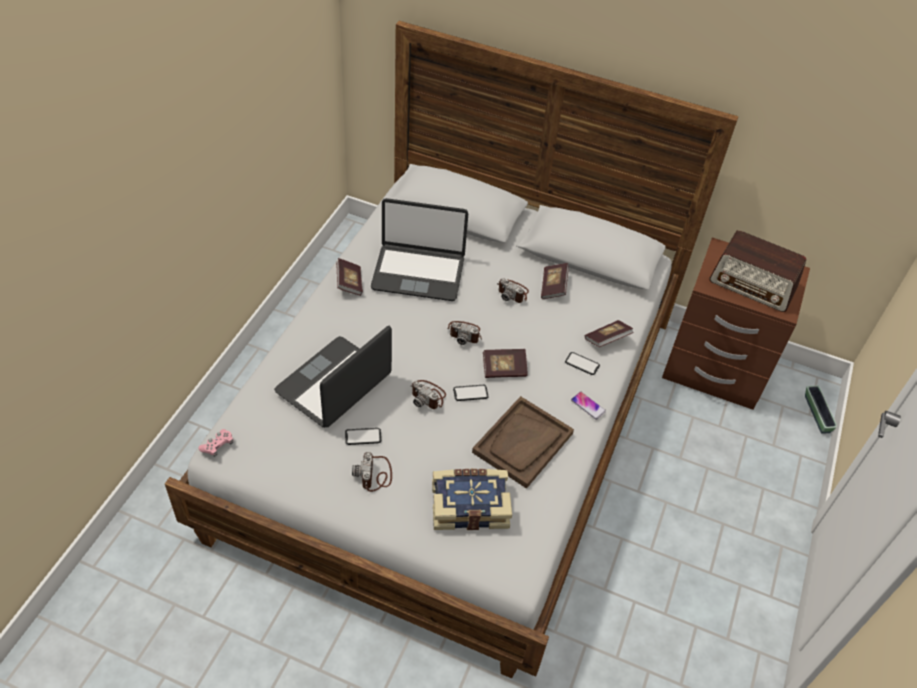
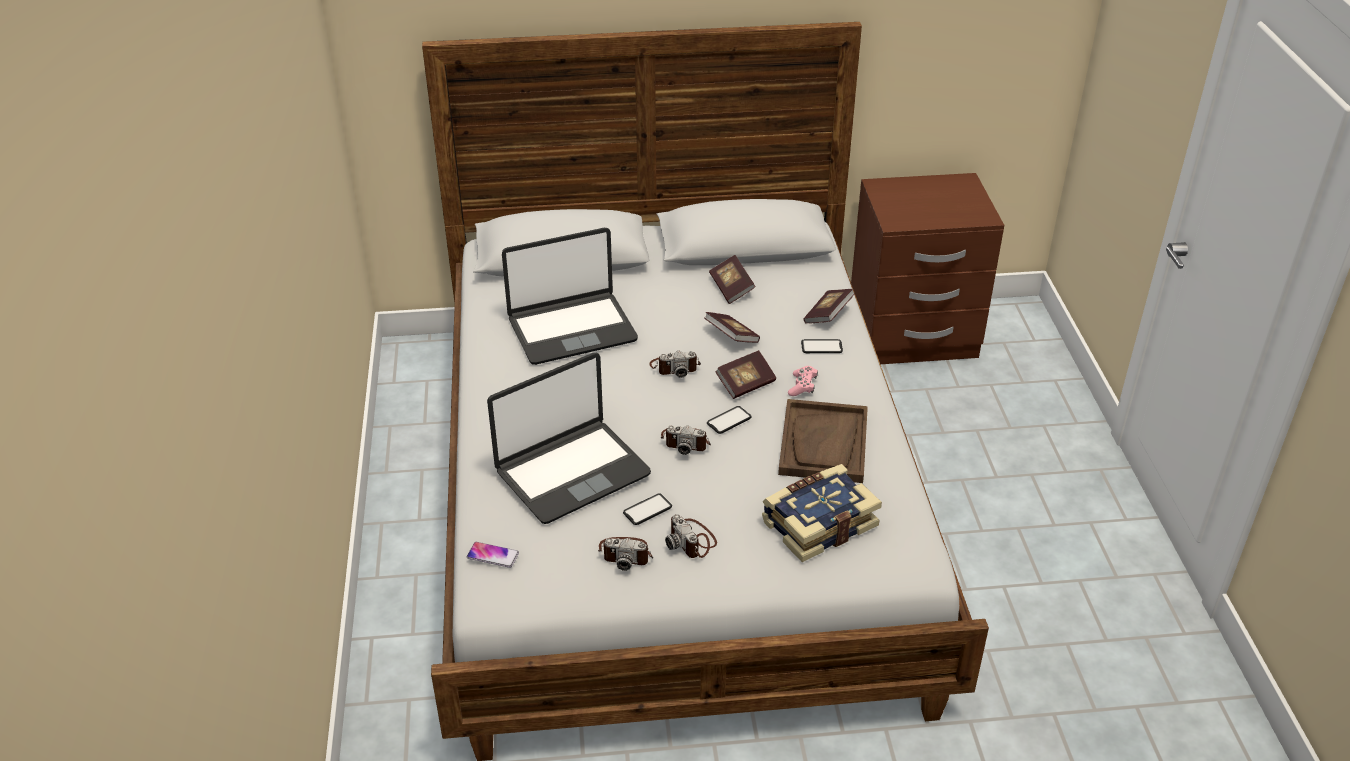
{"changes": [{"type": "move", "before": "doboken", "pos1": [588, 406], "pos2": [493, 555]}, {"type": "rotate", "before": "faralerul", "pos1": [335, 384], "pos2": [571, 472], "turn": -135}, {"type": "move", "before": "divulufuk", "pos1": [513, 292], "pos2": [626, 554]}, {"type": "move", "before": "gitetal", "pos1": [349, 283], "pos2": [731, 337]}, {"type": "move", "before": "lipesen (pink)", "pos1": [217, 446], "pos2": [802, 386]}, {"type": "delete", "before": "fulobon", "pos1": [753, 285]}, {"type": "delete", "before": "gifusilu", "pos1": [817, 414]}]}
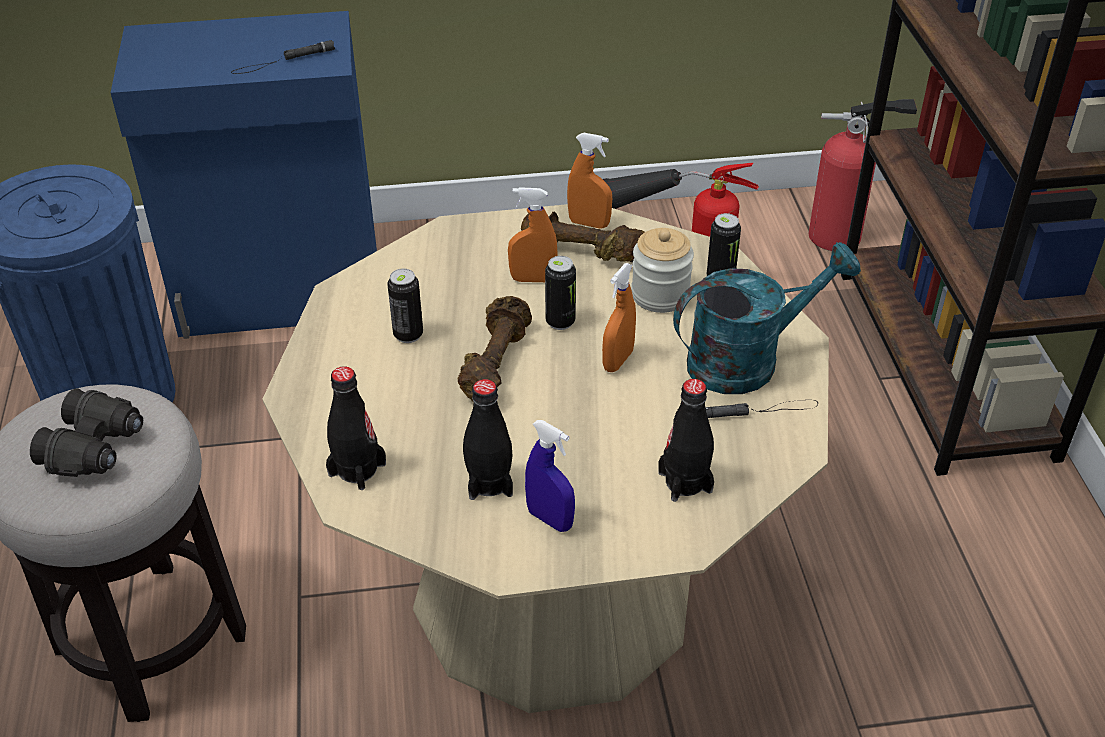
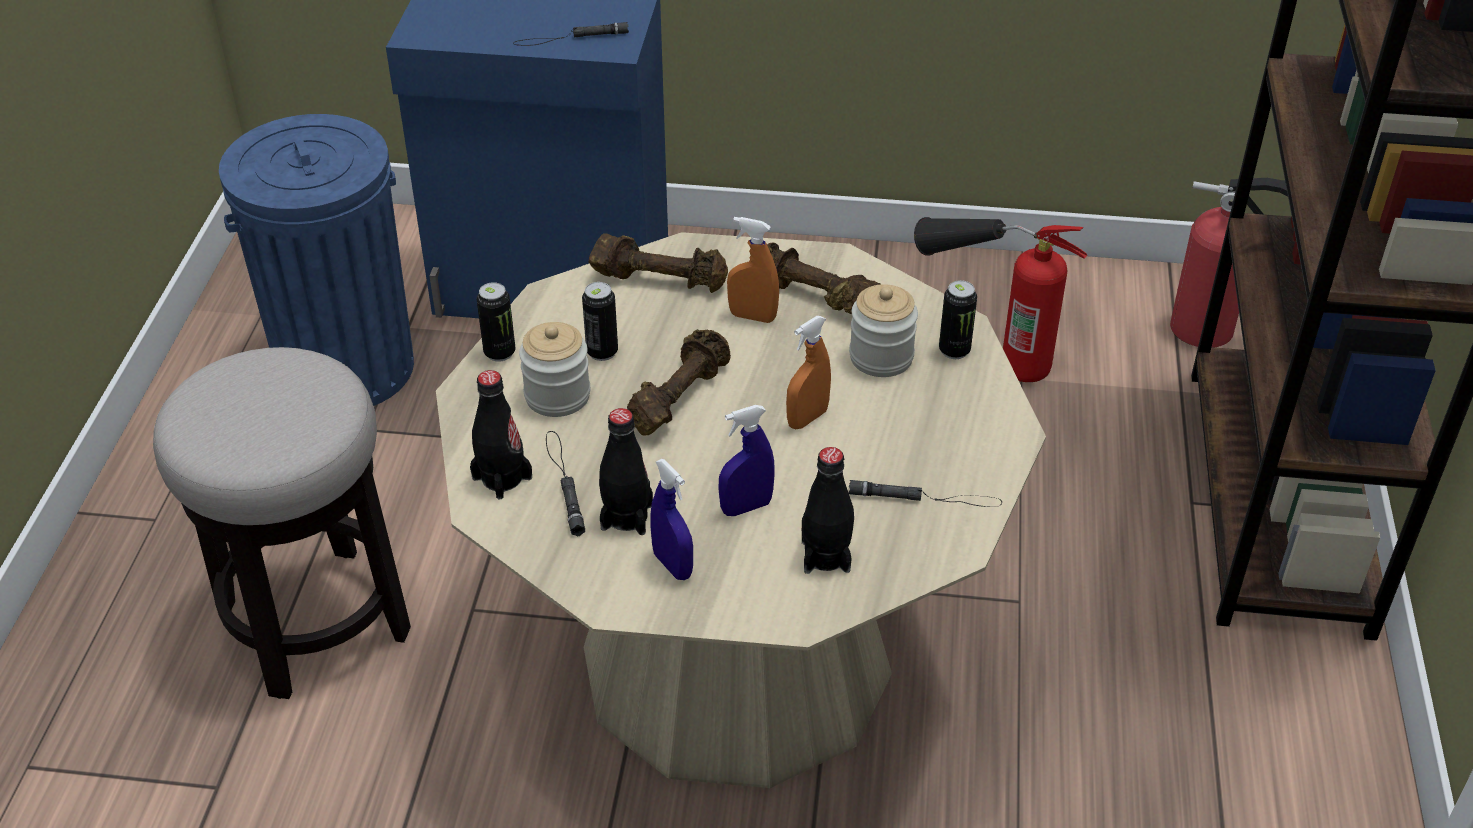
{"changes": [{"type": "move", "before": "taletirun", "pos1": [560, 322], "pos2": [499, 353]}, {"type": "insert", "after": "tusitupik", "pos2": [557, 396]}, {"type": "insert", "after": "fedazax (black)", "pos2": [564, 482]}, {"type": "insert", "after": "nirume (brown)", "pos2": [660, 279]}, {"type": "insert", "after": "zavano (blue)", "pos2": [746, 507]}, {"type": "delete", "before": "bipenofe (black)", "pos1": [95, 447]}, {"type": "delete", "before": "zavano (orange)", "pos1": [589, 223]}, {"type": "delete", "before": "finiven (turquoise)", "pos1": [747, 360]}]}
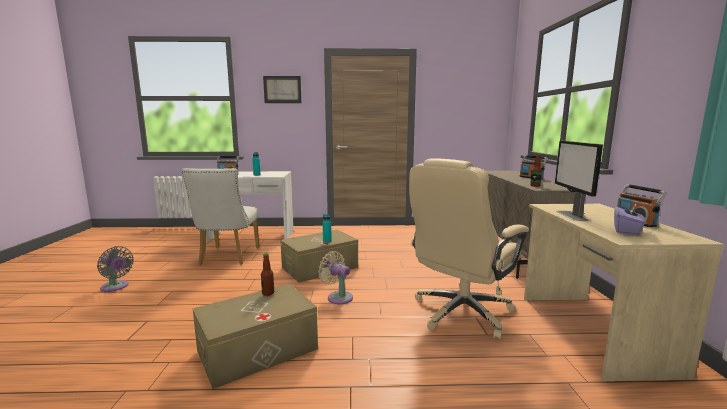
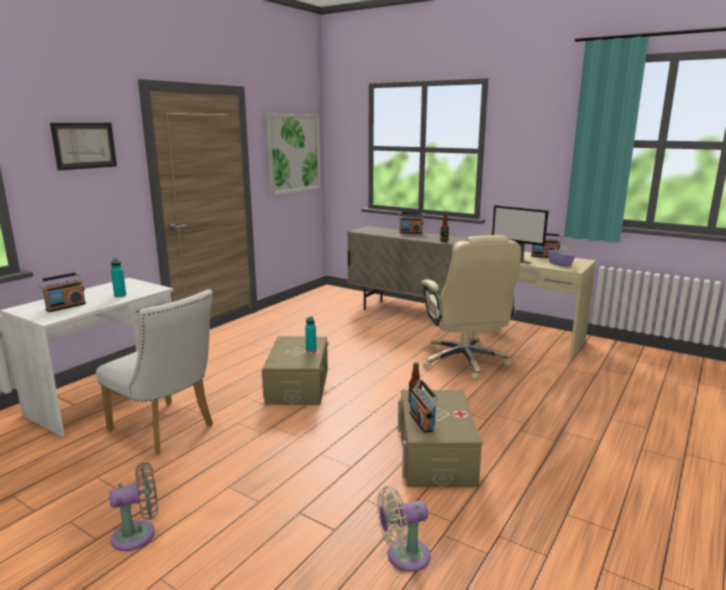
{"changes": [{"type": "insert", "after": "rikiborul", "pos2": [293, 153]}, {"type": "move", "before": "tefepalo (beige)", "pos1": [338, 297], "pos2": [403, 556]}, {"type": "insert", "after": "fulobon", "pos2": [421, 421]}]}
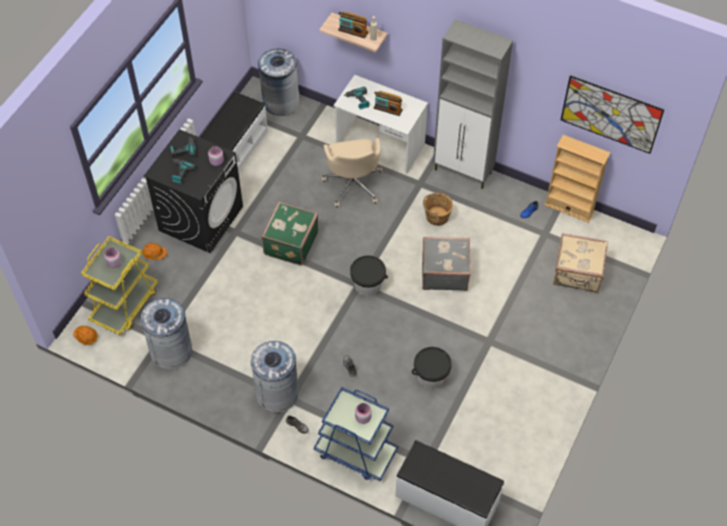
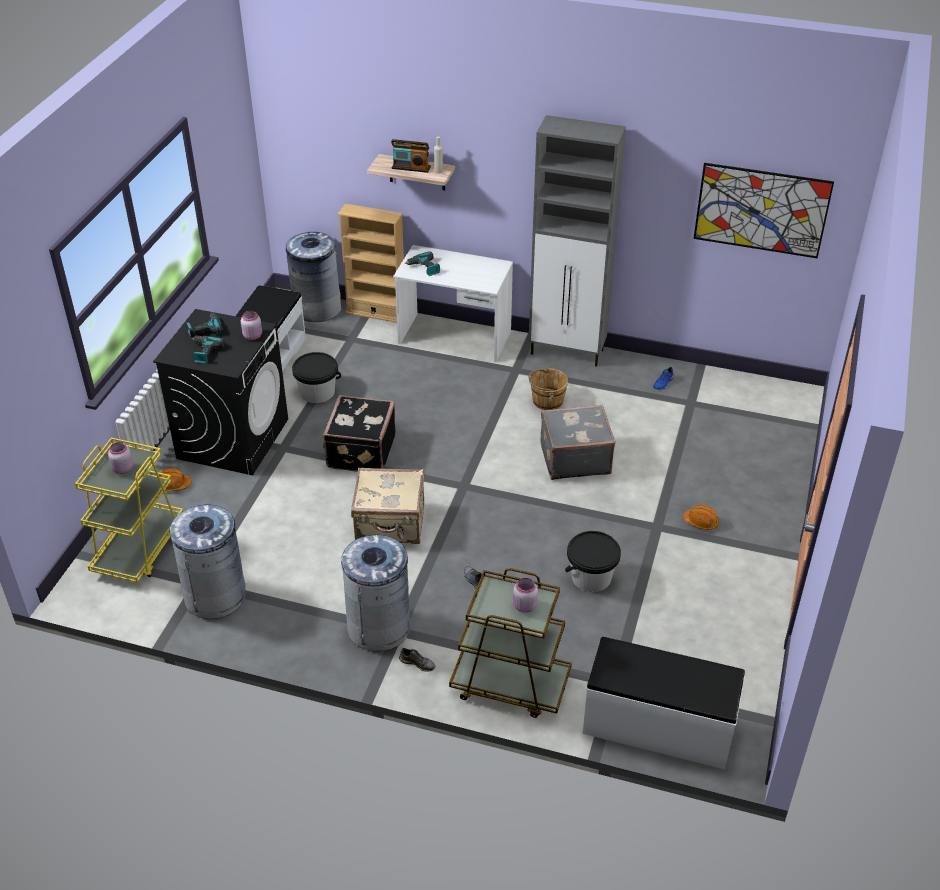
{"changes": [{"type": "move", "before": "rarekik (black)", "pos1": [368, 284], "pos2": [317, 392]}, {"type": "recolor", "before": "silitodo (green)", "after": "silitodo (black)", "pos1": [290, 243], "pos2": [360, 451]}, {"type": "move", "before": "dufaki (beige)", "pos1": [569, 208], "pos2": [376, 312]}, {"type": "move", "before": "silitodo (beige)", "pos1": [577, 273], "pos2": [390, 524]}, {"type": "recolor", "before": "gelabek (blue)", "after": "gelabek (brown)", "pos1": [355, 452], "pos2": [509, 684]}, {"type": "move", "before": "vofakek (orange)", "pos1": [86, 337], "pos2": [701, 522]}, {"type": "delete", "before": "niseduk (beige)", "pos1": [353, 184]}, {"type": "delete", "before": "fulobon", "pos1": [388, 109]}]}
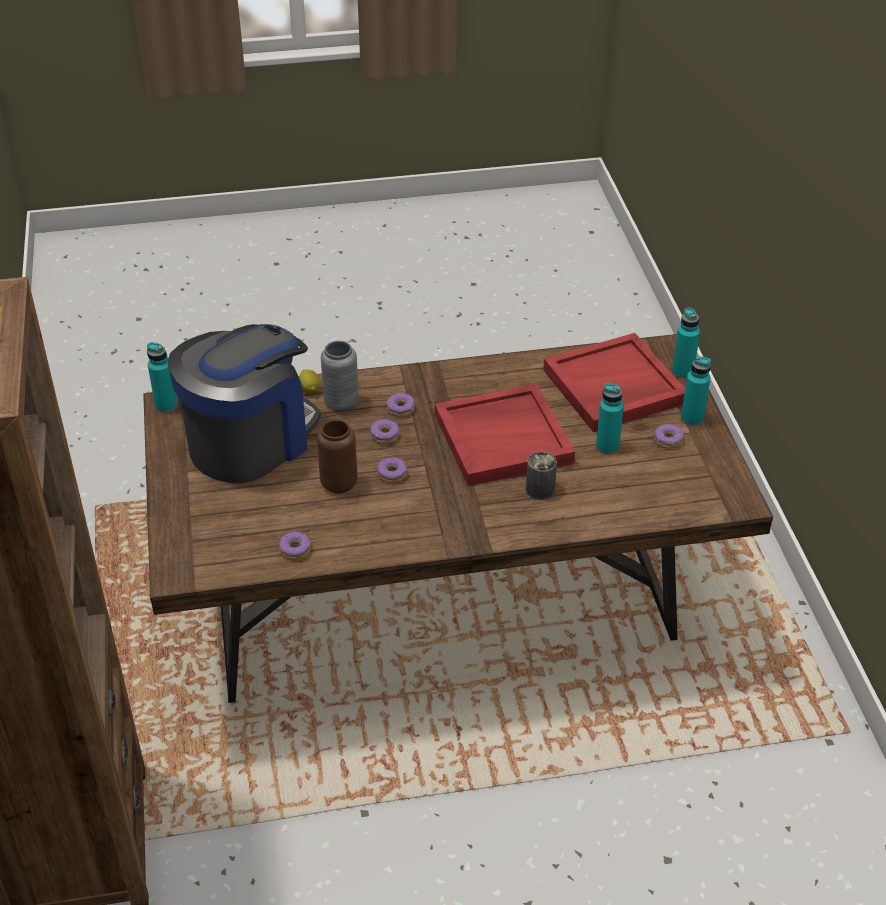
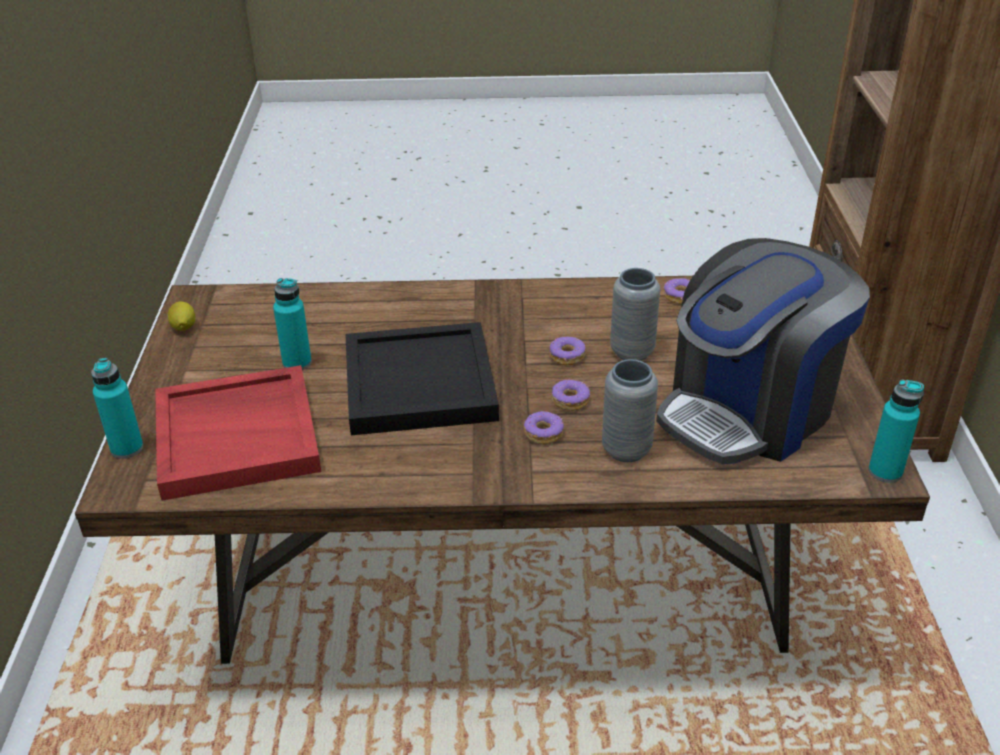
{"changes": [{"type": "move", "before": "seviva", "pos1": [310, 390], "pos2": [183, 328]}, {"type": "recolor", "before": "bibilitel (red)", "after": "bibilitel (black)", "pos1": [503, 438], "pos2": [418, 384]}, {"type": "recolor", "before": "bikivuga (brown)", "after": "bikivuga (grey)", "pos1": [339, 484], "pos2": [632, 352]}, {"type": "delete", "before": "taletirun", "pos1": [540, 490]}, {"type": "delete", "before": "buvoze", "pos1": [667, 440]}, {"type": "delete", "before": "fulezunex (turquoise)", "pos1": [692, 418]}]}
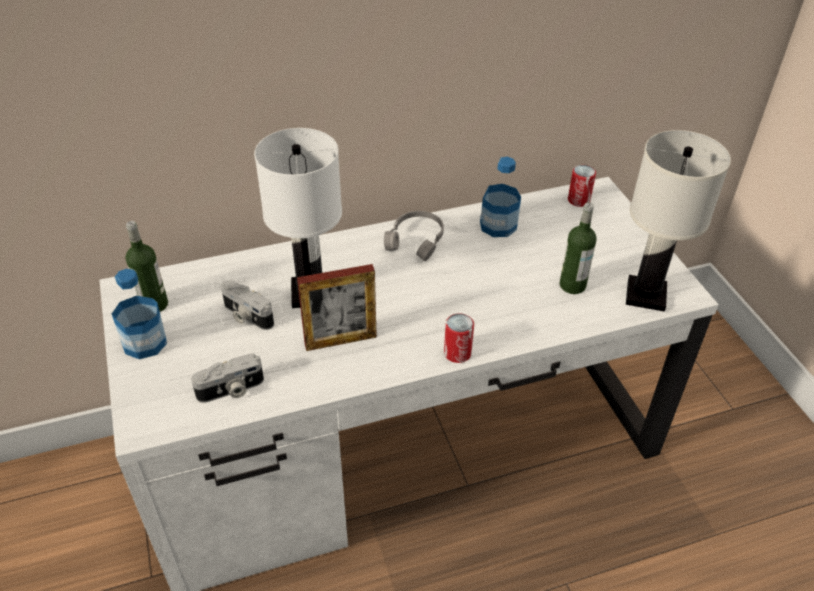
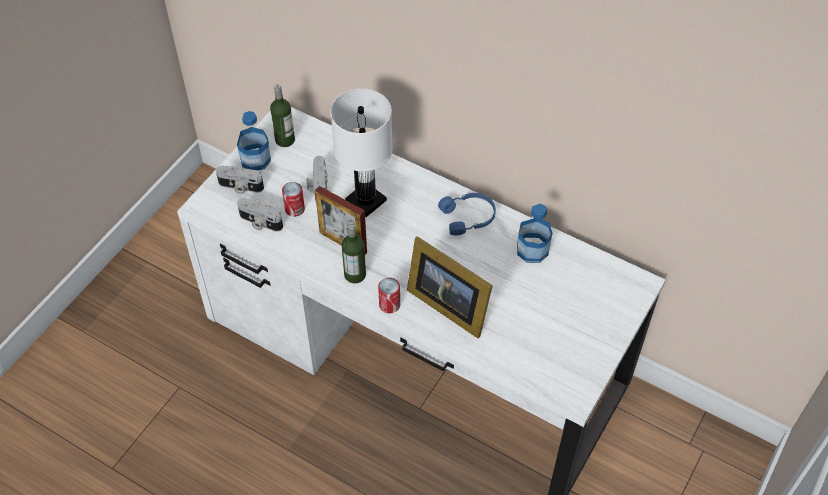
{"changes": [{"type": "insert", "after": "divulufuk", "pos2": [240, 187]}, {"type": "move", "before": "taletirun", "pos1": [578, 200], "pos2": [294, 209]}, {"type": "move", "before": "fulezunex", "pos1": [572, 285], "pos2": [355, 274]}, {"type": "insert", "after": "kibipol", "pos2": [447, 303]}, {"type": "recolor", "before": "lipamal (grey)", "after": "lipamal (blue)", "pos1": [417, 240], "pos2": [469, 217]}, {"type": "delete", "before": "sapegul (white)", "pos1": [646, 295]}]}
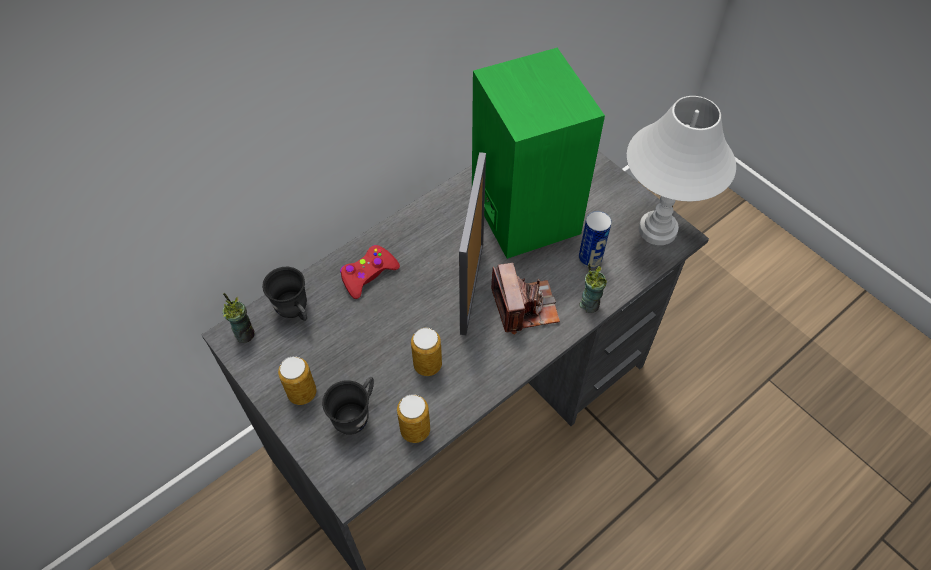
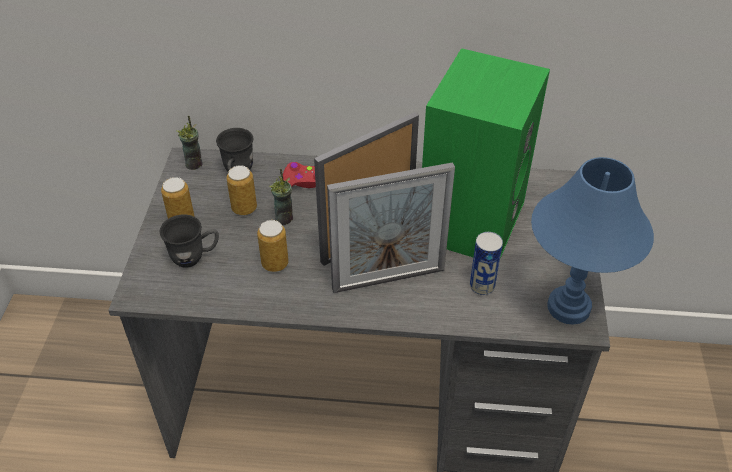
{"changes": [{"type": "move", "before": "taletirun", "pos1": [415, 430], "pos2": [244, 208]}, {"type": "move", "before": "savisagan", "pos1": [589, 304], "pos2": [284, 218]}, {"type": "replace", "before": "divulufuk", "after": "kibipol", "pos1": [524, 307], "pos2": [388, 279]}, {"type": "recolor", "before": "sapegul (white)", "after": "sapegul (blue)", "pos1": [657, 229], "pos2": [569, 306]}]}
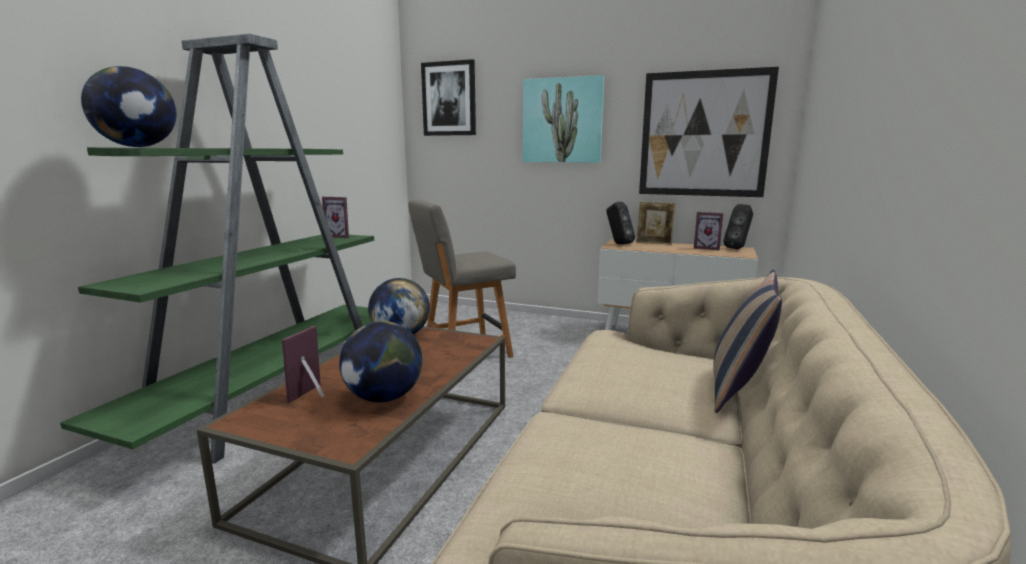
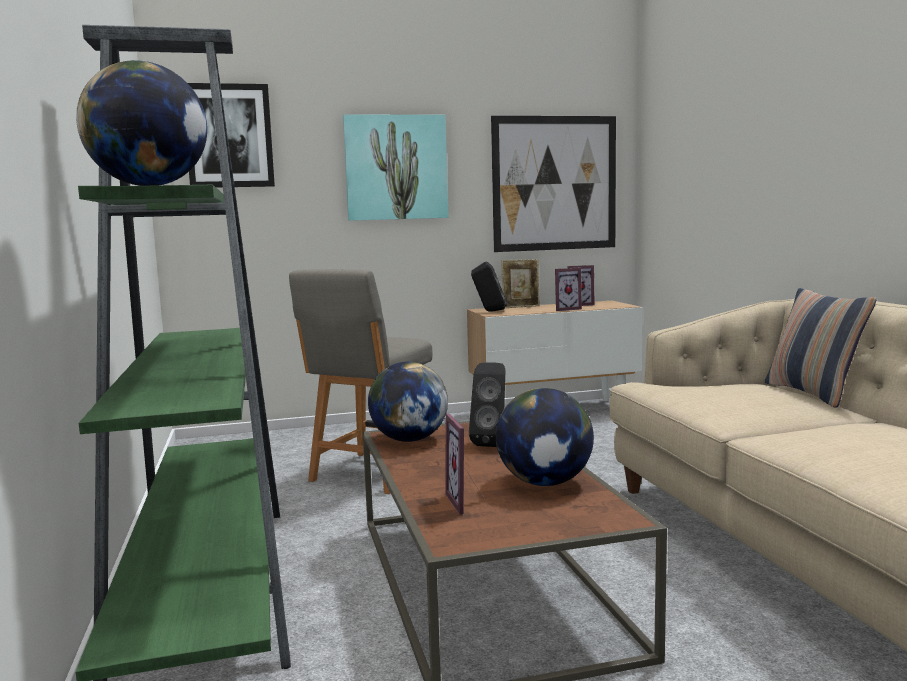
{"changes": [{"type": "move", "before": "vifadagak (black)", "pos1": [738, 248], "pos2": [492, 443]}, {"type": "move", "before": "kibipol", "pos1": [340, 236], "pos2": [565, 309]}]}
